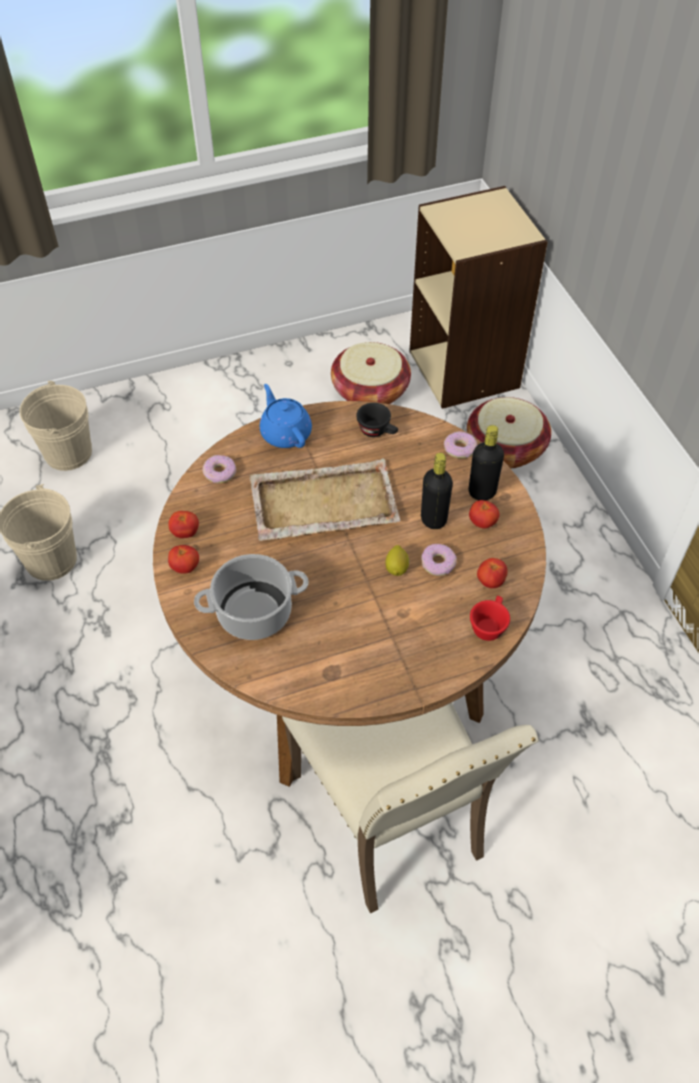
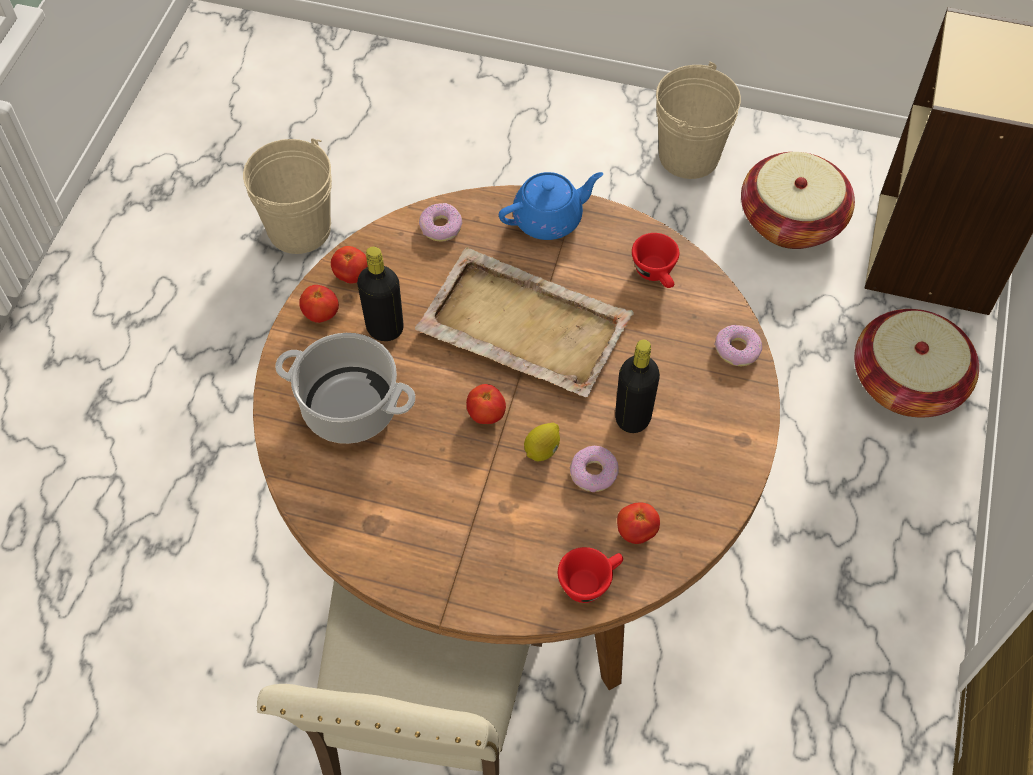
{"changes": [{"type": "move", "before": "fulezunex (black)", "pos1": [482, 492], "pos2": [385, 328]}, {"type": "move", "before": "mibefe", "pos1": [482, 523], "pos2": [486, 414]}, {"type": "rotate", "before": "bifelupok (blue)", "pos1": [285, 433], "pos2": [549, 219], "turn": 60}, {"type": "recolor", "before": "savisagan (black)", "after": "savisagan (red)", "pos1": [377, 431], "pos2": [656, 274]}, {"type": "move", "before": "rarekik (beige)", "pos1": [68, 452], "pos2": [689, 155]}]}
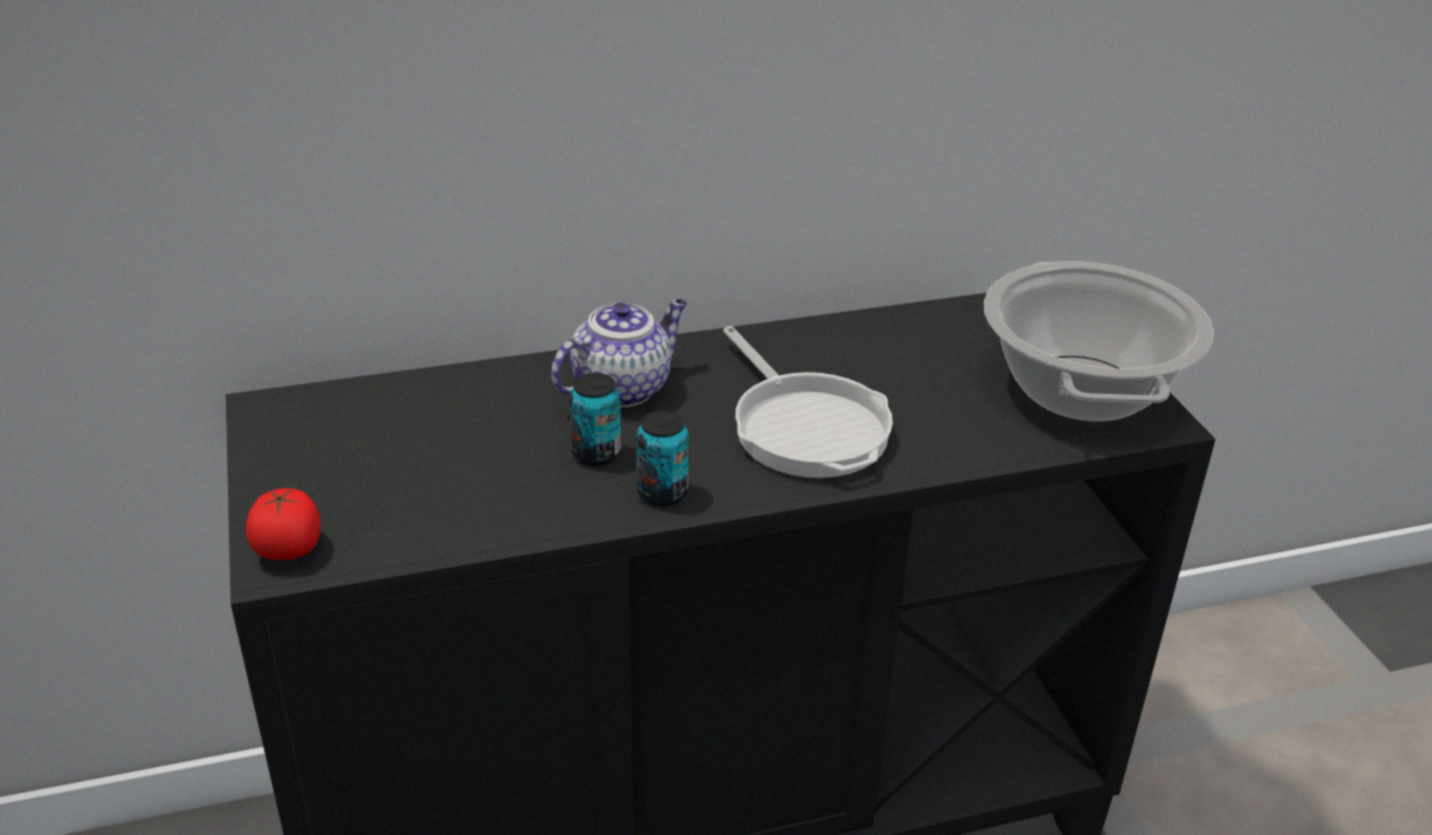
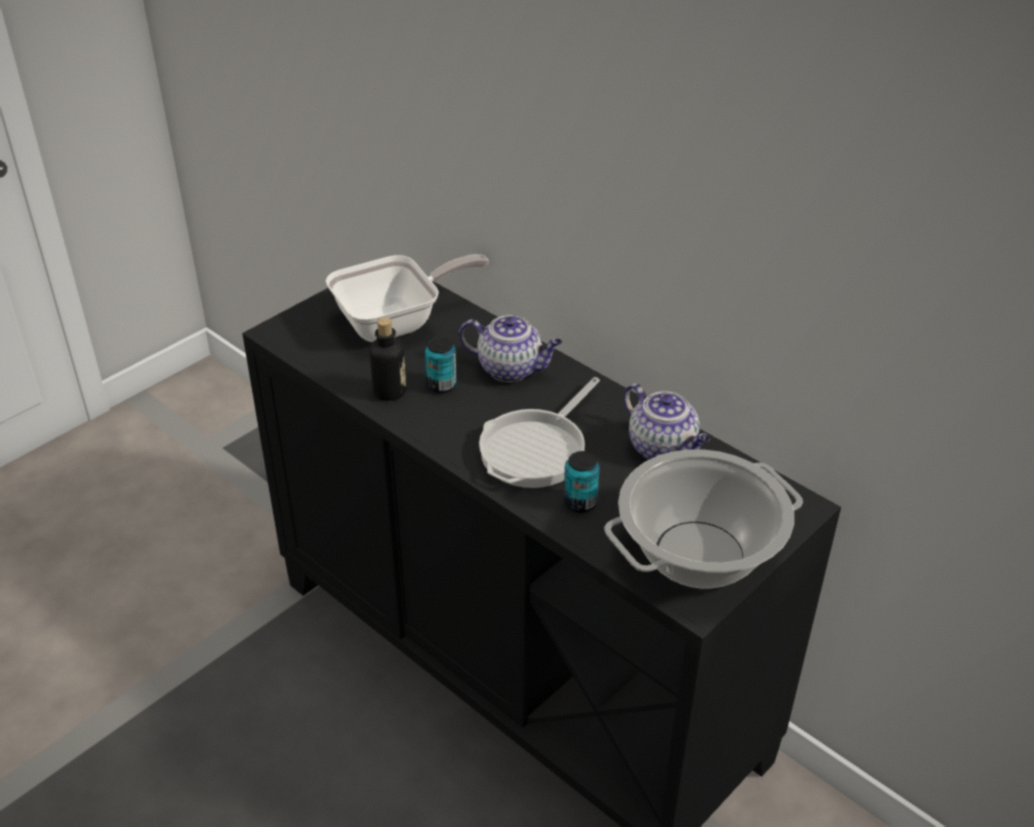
{"changes": [{"type": "insert", "after": "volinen", "pos2": [397, 323]}, {"type": "insert", "after": "fulezunex", "pos2": [389, 392]}, {"type": "move", "before": "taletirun", "pos1": [662, 493], "pos2": [580, 503]}, {"type": "insert", "after": "bifelupok", "pos2": [663, 449]}, {"type": "delete", "before": "mibefe", "pos1": [288, 549]}]}
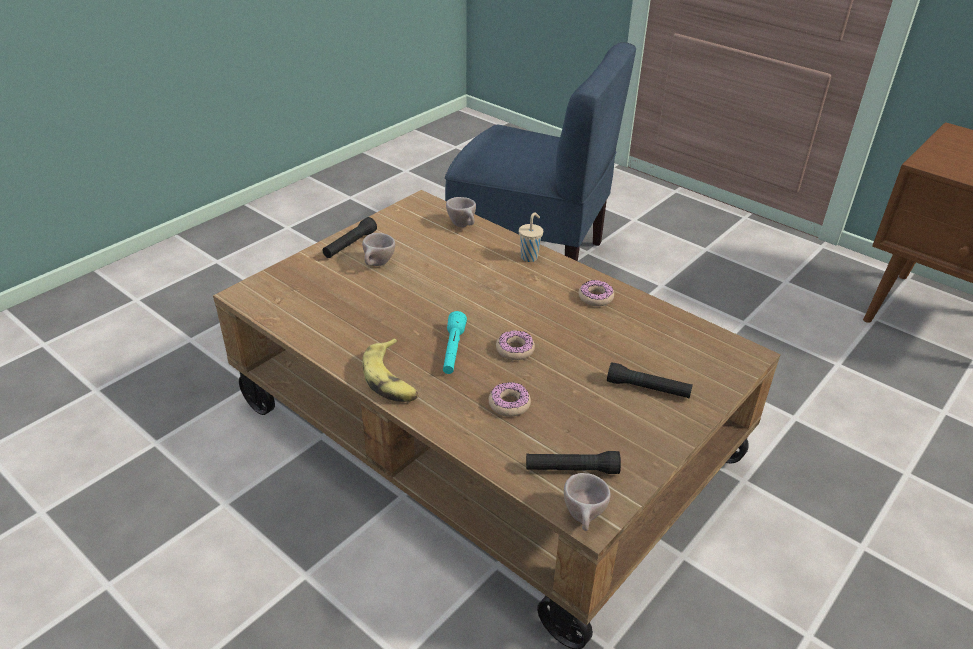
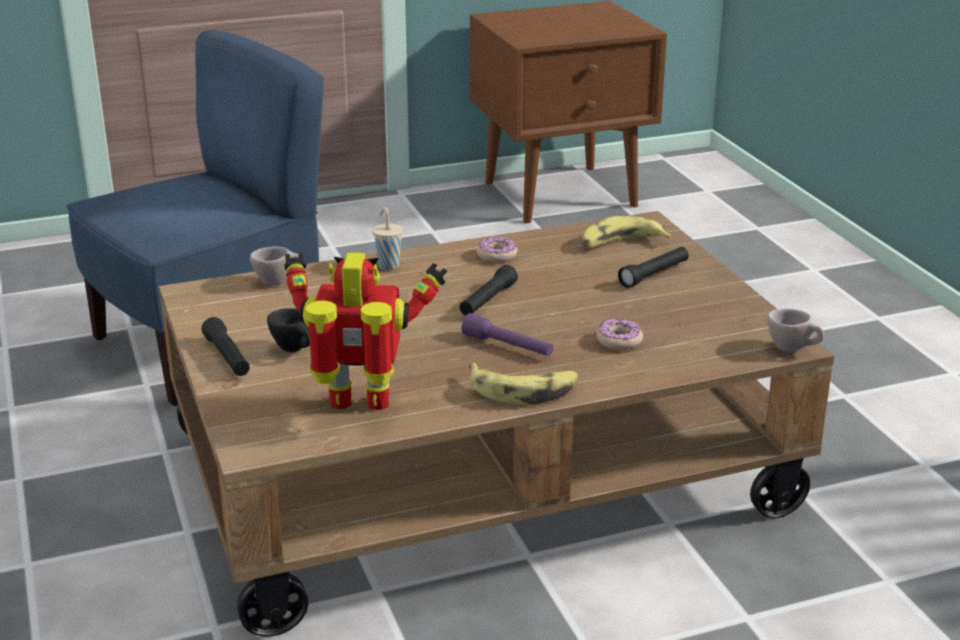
{"changes": [{"type": "recolor", "before": "savisagan (beige)", "after": "savisagan (black)", "pos1": [378, 265], "pos2": [296, 350]}, {"type": "insert", "after": "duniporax", "pos2": [361, 405]}, {"type": "move", "before": "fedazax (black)", "pos1": [571, 469], "pos2": [487, 300]}, {"type": "recolor", "before": "fedazax (turquoise)", "after": "fedazax (purple)", "pos1": [453, 350], "pos2": [508, 347]}, {"type": "insert", "after": "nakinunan", "pos2": [621, 244]}, {"type": "delete", "before": "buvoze", "pos1": [515, 350]}]}
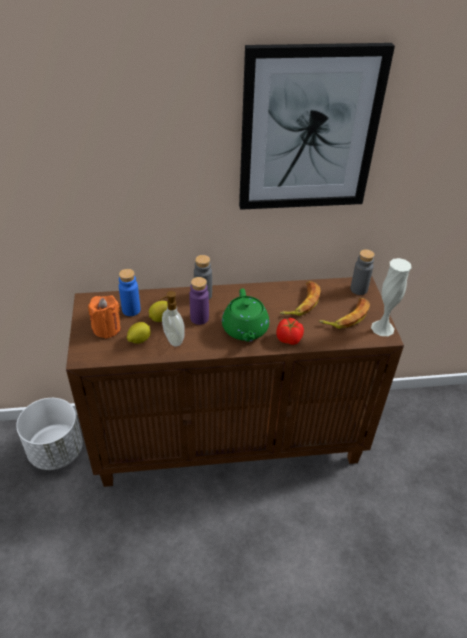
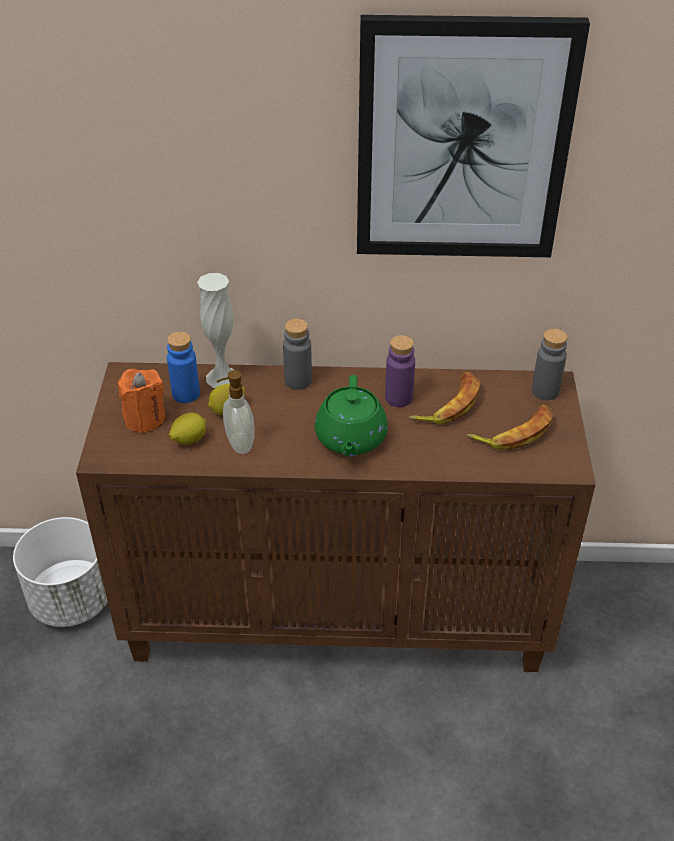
{"changes": [{"type": "move", "before": "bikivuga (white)", "pos1": [382, 328], "pos2": [222, 377]}, {"type": "move", "before": "fulezunex (purple)", "pos1": [199, 318], "pos2": [398, 398]}, {"type": "delete", "before": "mibefe", "pos1": [289, 339]}]}
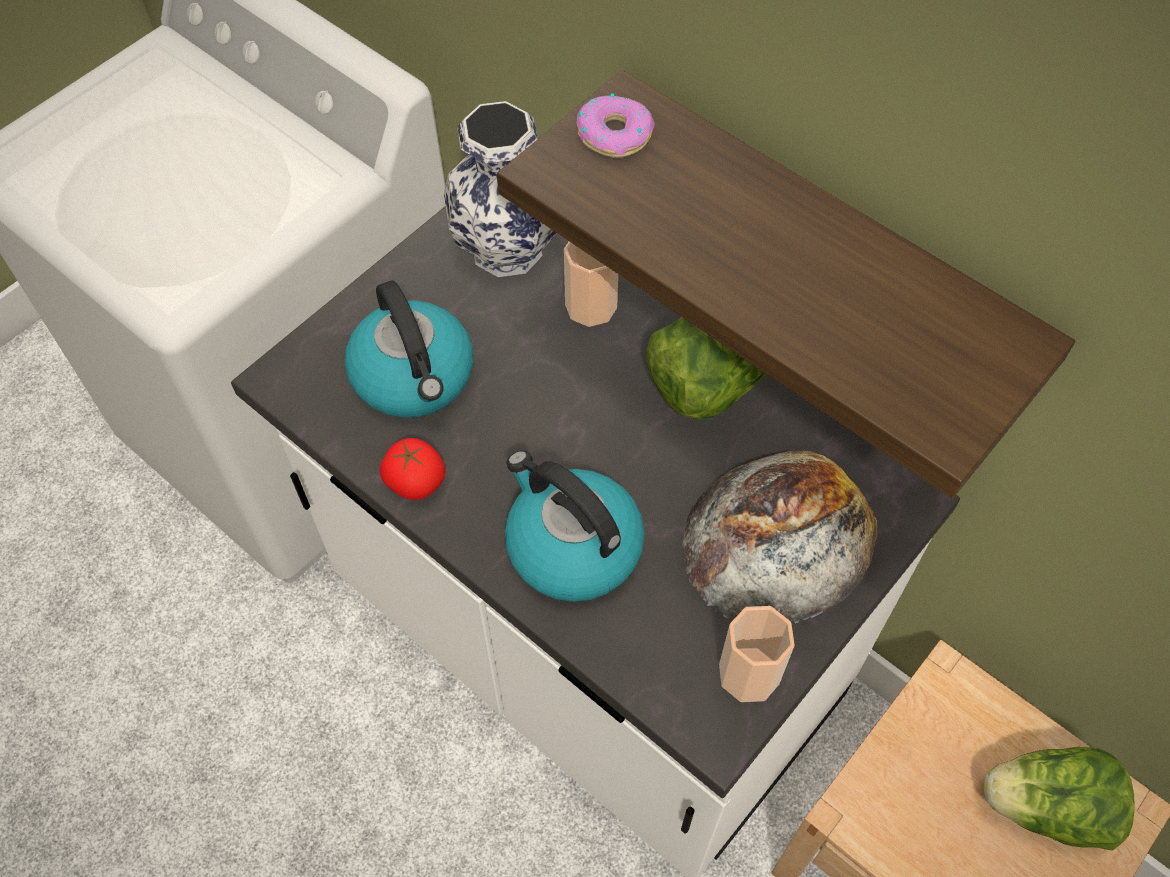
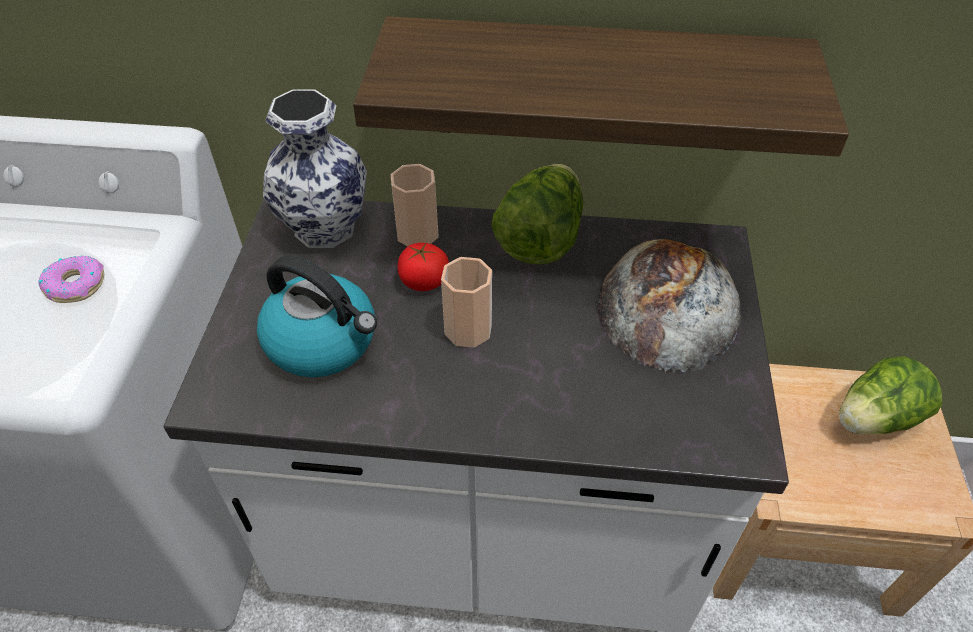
{"changes": [{"type": "move", "before": "buvoze", "pos1": [614, 135], "pos2": [76, 285]}, {"type": "move", "before": "mibefe", "pos1": [416, 482], "pos2": [424, 281]}, {"type": "move", "before": "savisagan", "pos1": [749, 674], "pos2": [468, 329]}, {"type": "delete", "before": "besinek", "pos1": [571, 546]}]}
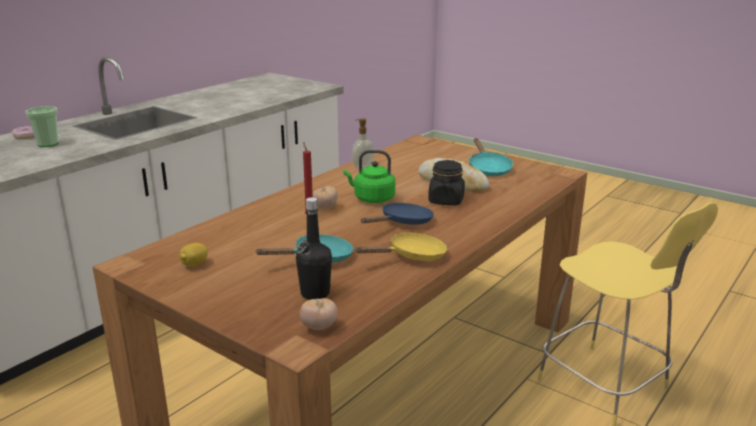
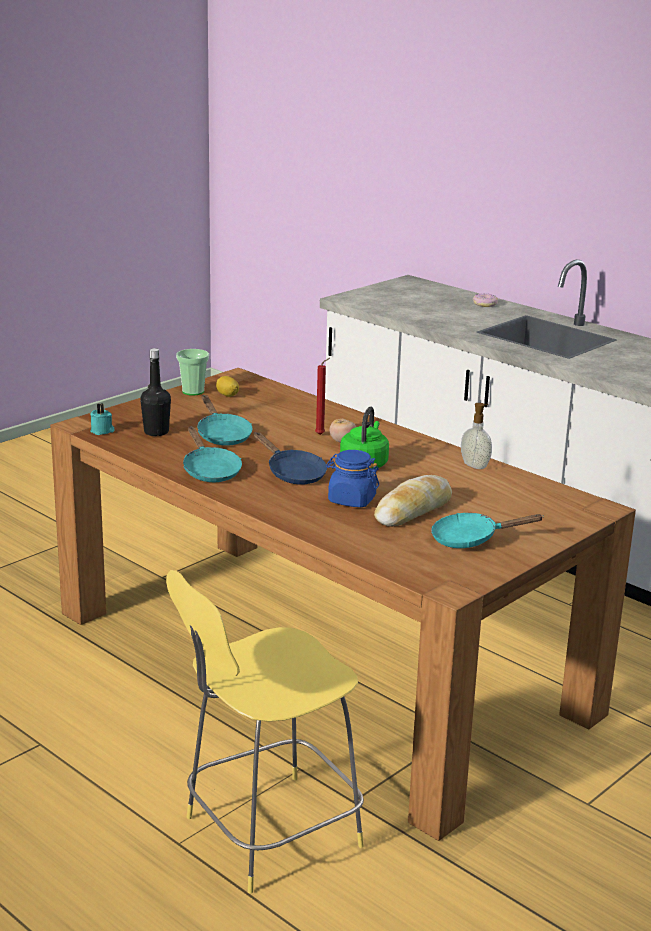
{"changes": [{"type": "replace", "before": "mibefe", "after": "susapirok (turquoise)", "pos1": [319, 327], "pos2": [102, 431]}, {"type": "move", "before": "savisagan", "pos1": [48, 144], "pos2": [193, 391]}, {"type": "recolor", "before": "volinen (yellow)", "after": "volinen (turquoise)", "pos1": [412, 256], "pos2": [210, 470]}, {"type": "recolor", "before": "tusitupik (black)", "after": "tusitupik (blue)", "pos1": [446, 200], "pos2": [351, 500]}]}
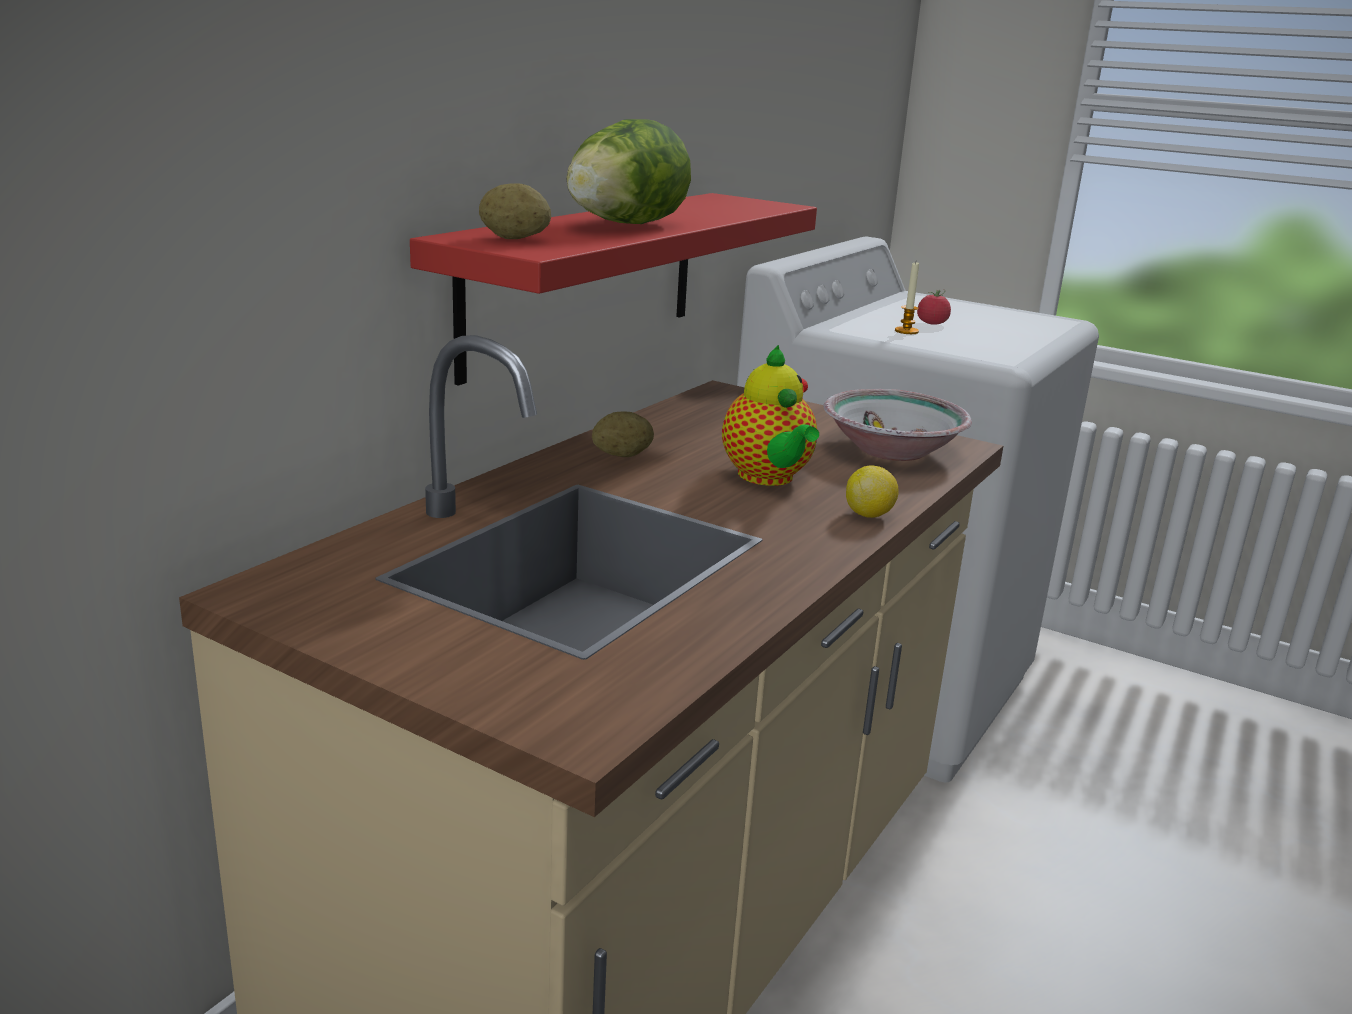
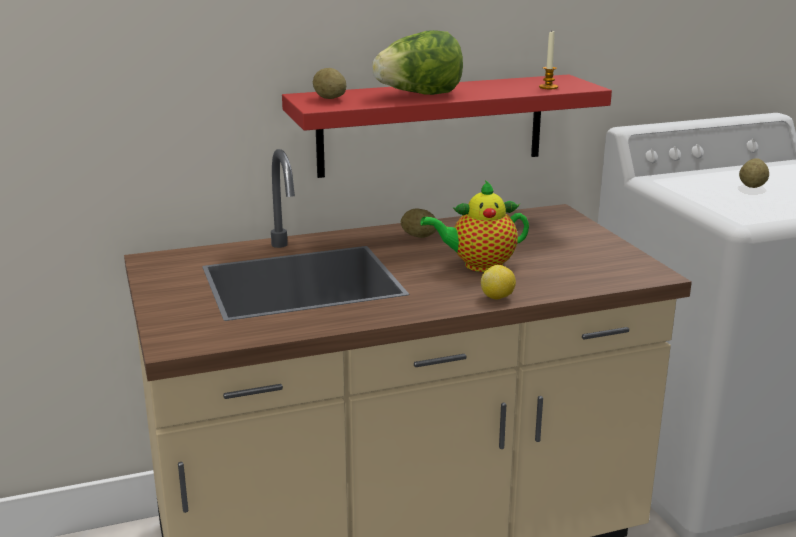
{"changes": [{"type": "rotate", "before": "bifelupok", "pos1": [768, 478], "pos2": [478, 265], "turn": 60}, {"type": "move", "before": "susapirok", "pos1": [906, 331], "pos2": [548, 87]}, {"type": "replace", "before": "mibefe", "after": "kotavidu", "pos1": [932, 323], "pos2": [752, 186]}, {"type": "delete", "before": "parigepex", "pos1": [891, 449]}]}
